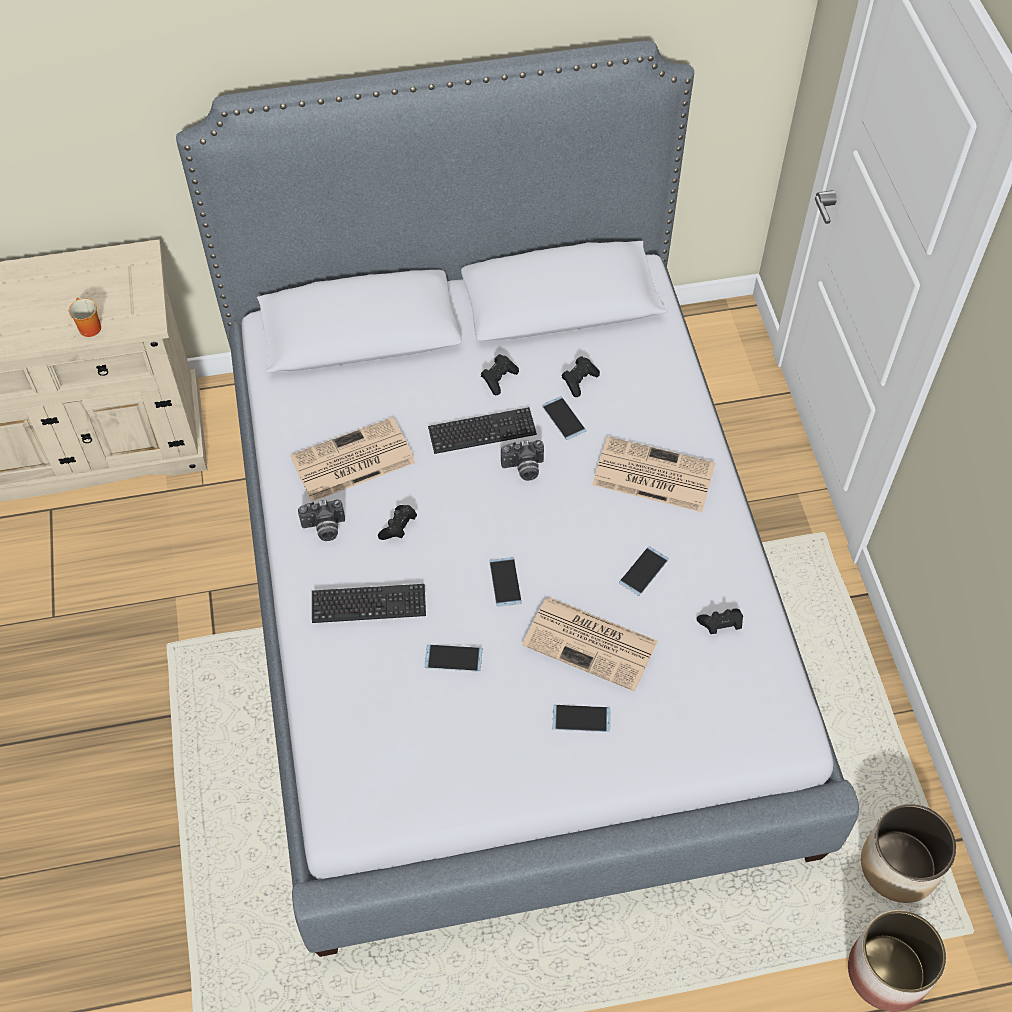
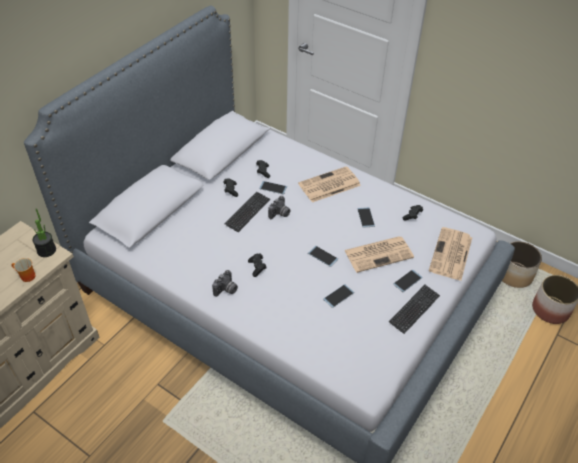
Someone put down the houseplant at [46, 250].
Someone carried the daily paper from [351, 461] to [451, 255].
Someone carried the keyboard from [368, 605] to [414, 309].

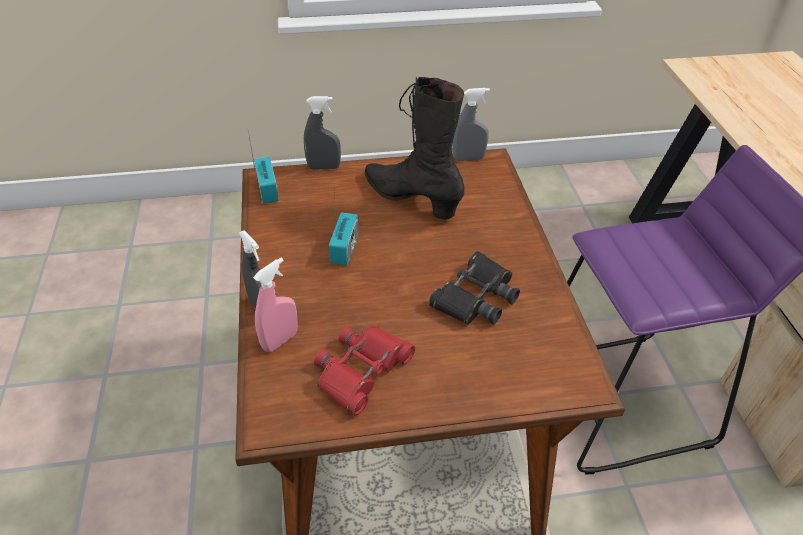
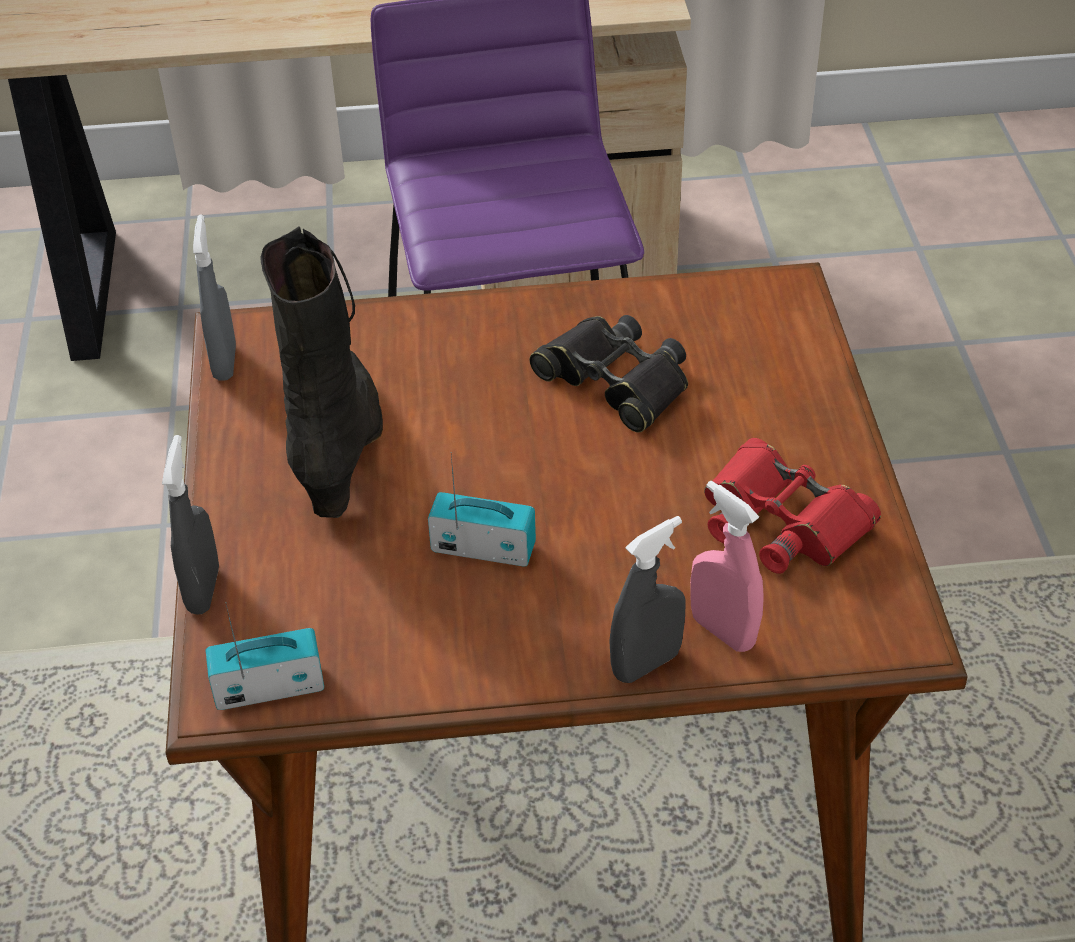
Someone rotated the high-top boot (blackish) at [411, 198] by 135 degrees clockwise.

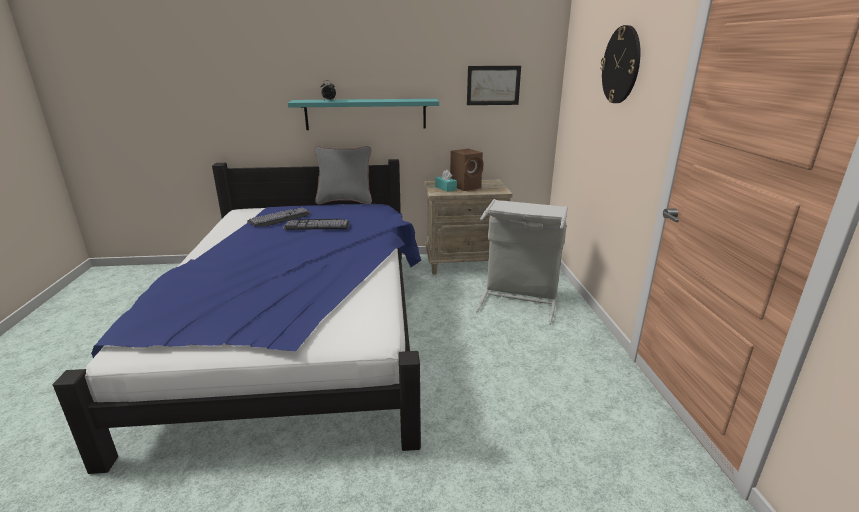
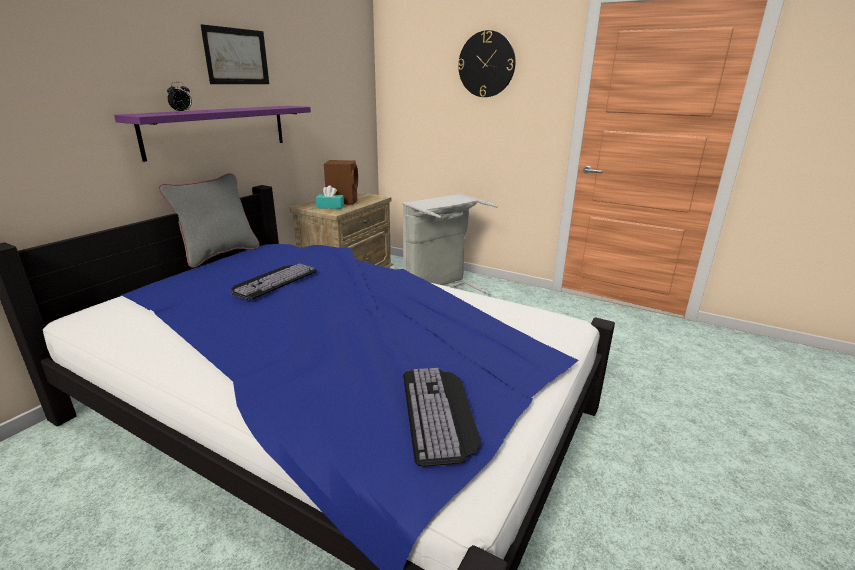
Someone carried the keyboard from [281, 218] to [440, 412].
Someone carried the picture from [493, 85] to [236, 56].
Someone repainted the shelf (turquoise-coloured) at [366, 114], which became the shelf (purple) at [218, 130].

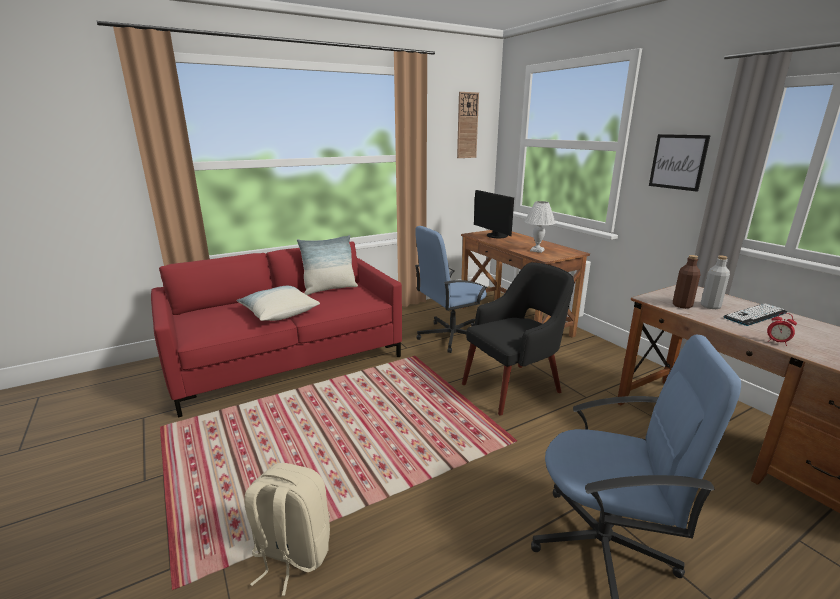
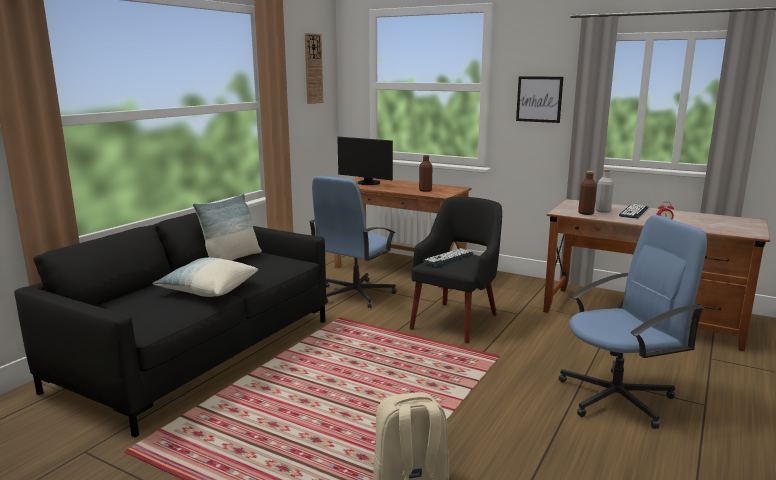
Someone put down the keyboard at [448, 257].
Someone swapped the lamp for a table (white-coloured) at [536, 250] for the bottle (brownish) at [425, 190].
Someone repainted the couch (red) at [287, 360], which became the couch (blackish) at [199, 353].

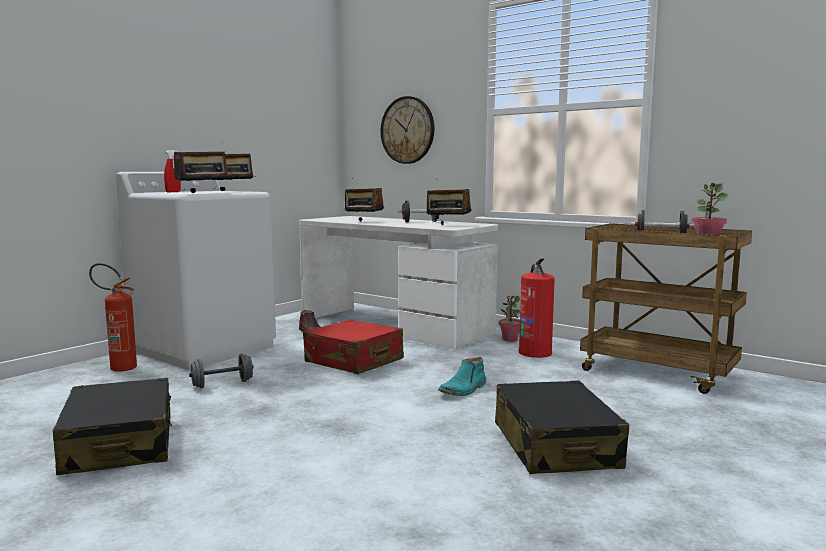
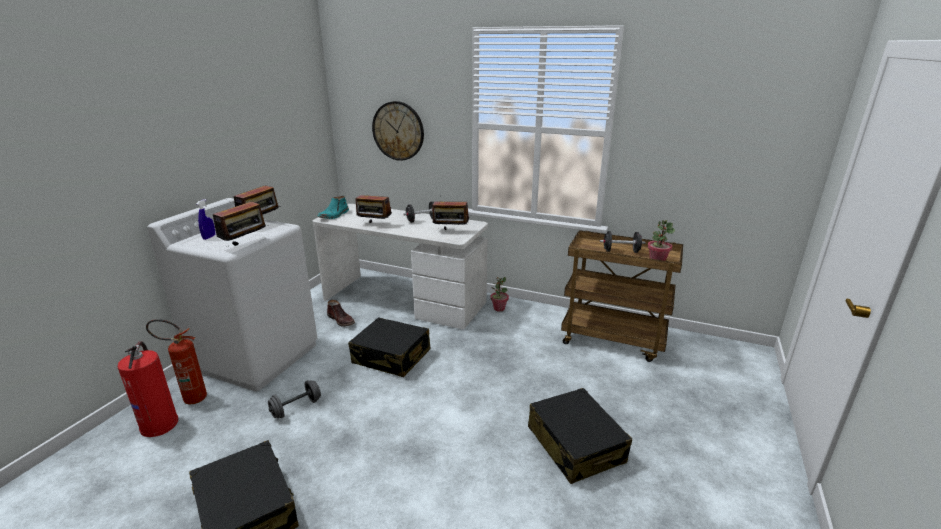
Someone carried the high-top boot (turquoise-coloured) from [464, 390] to [334, 215].
Someone carried the fire-fighting cylinder from [535, 352] to [160, 424].
Someone repainted the spray bottle (red) at [173, 192], which became the spray bottle (bluish) at [209, 237].
Someone repainted the travel case (red) at [354, 361], which became the travel case (blackish) at [391, 357].

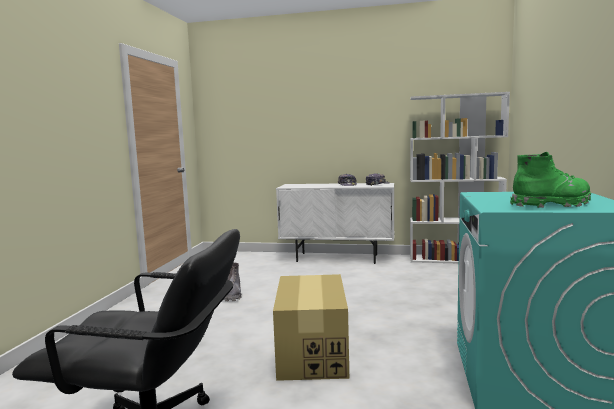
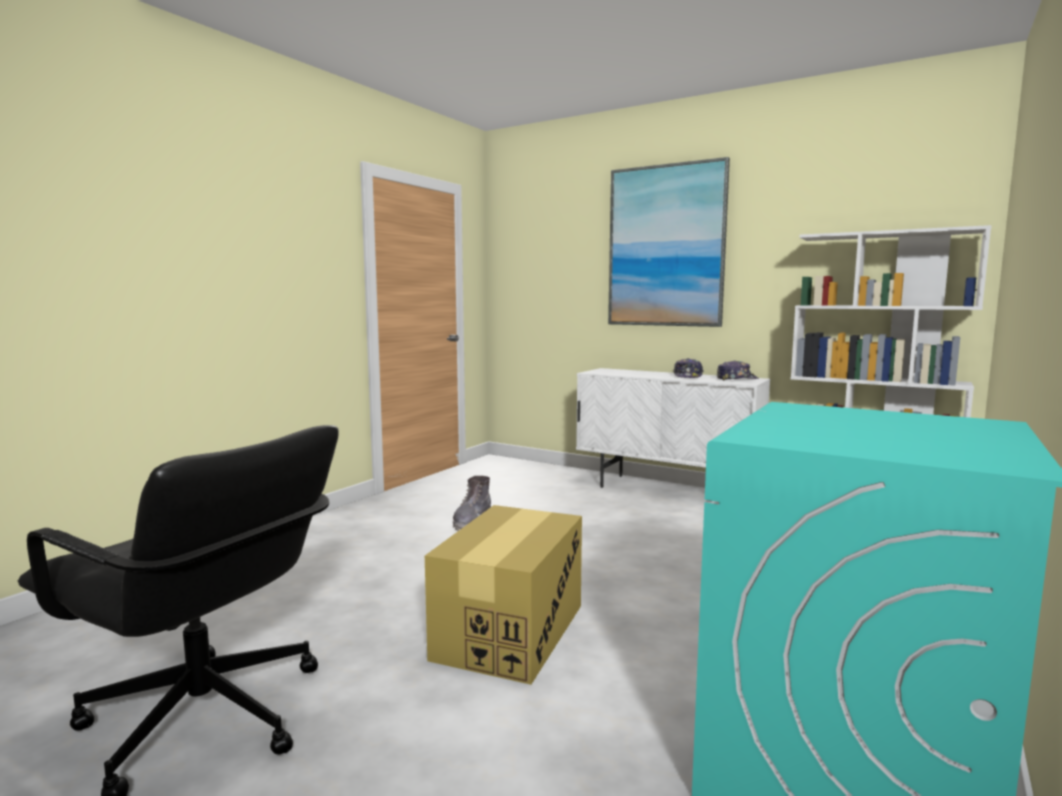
Someone took away the high-top boot (green-coloured) at [551, 205].
Someone put up the picture at [666, 246].

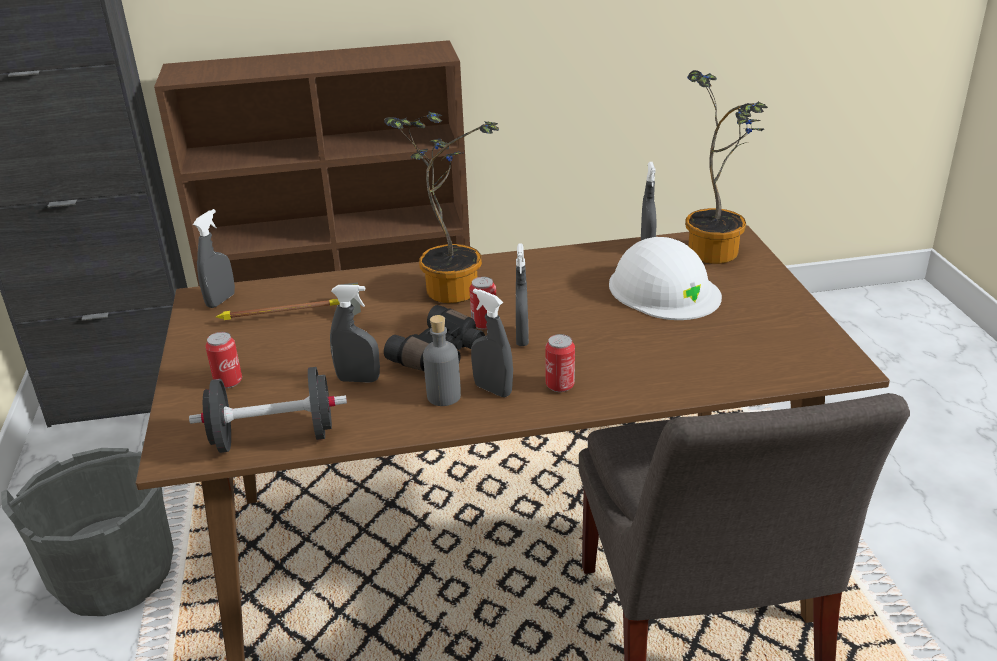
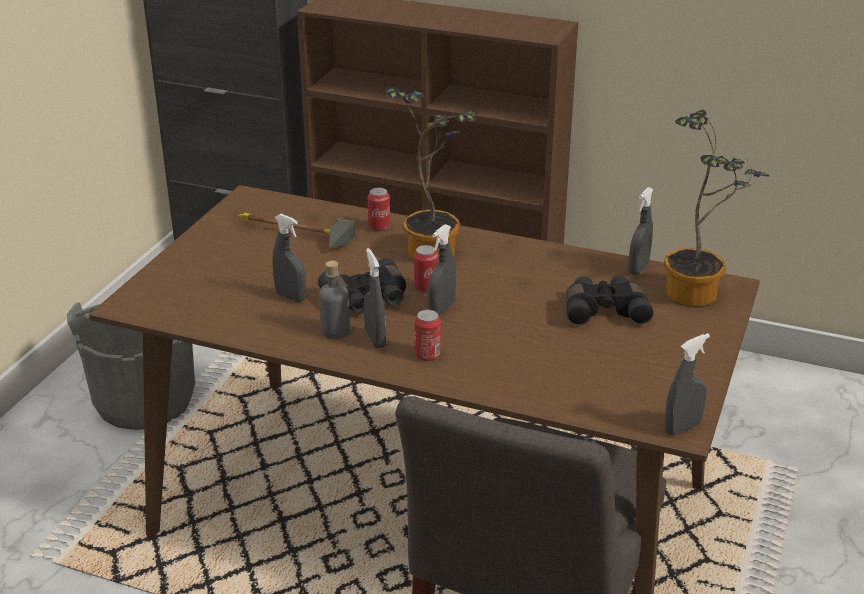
Someone took away the free weight (blackish) at [274, 438].
Someone carried the spray bottle (greyish) from [221, 300] to [682, 428].
Someone carried the metal can from [228, 382] to [379, 227].
Someone swapped the work helmet (white-coloured) at [663, 289] for the pair of binoculars (blackish) at [604, 311].

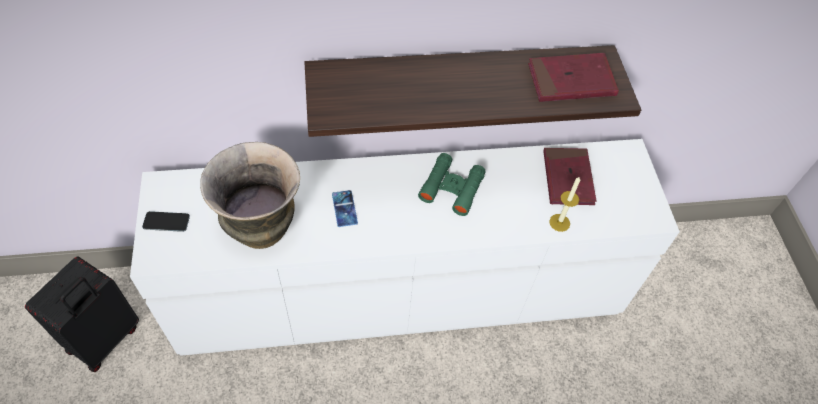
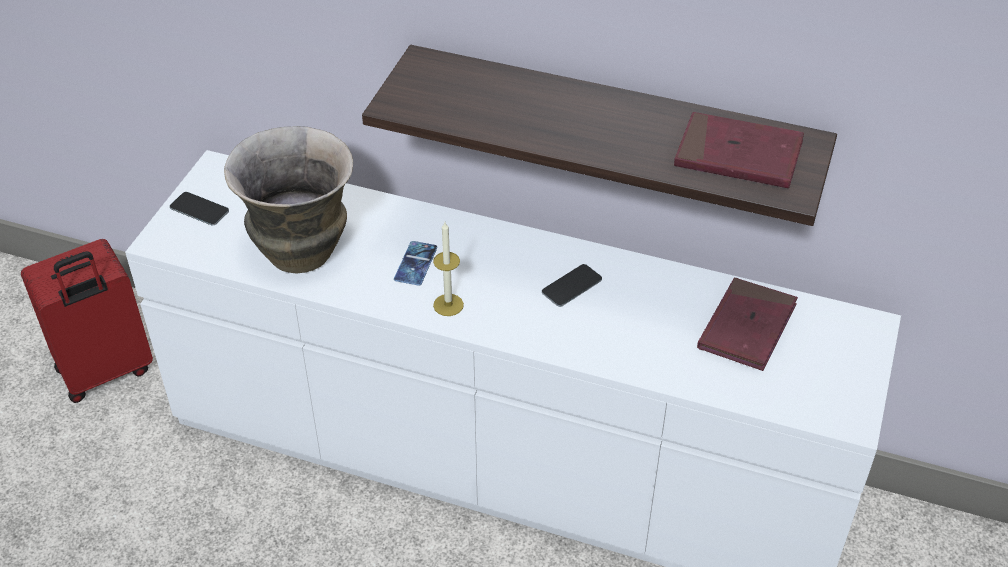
Someone carried the wax light from [559, 222] to [448, 305].
Someone swapped the pair of binoculars (green-coloured) at [452, 188] for the phone at [571, 286].
Someone repainted the travel case (blackish) at [105, 339], which became the travel case (red) at [105, 372].

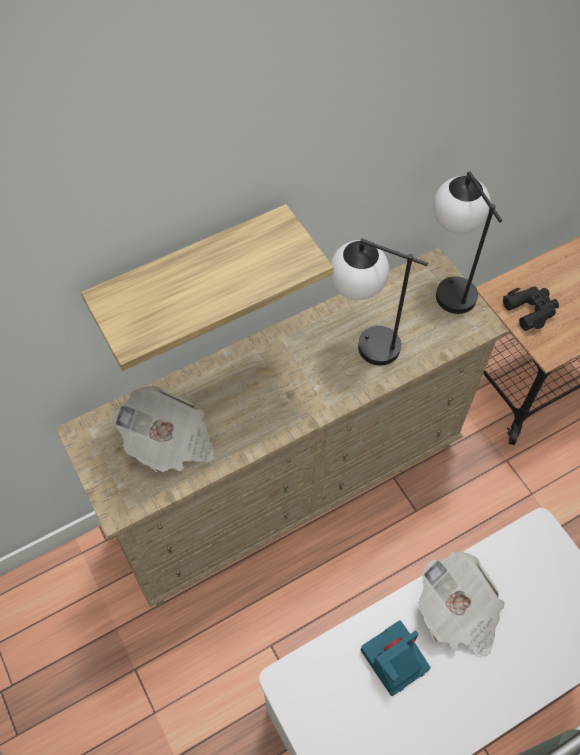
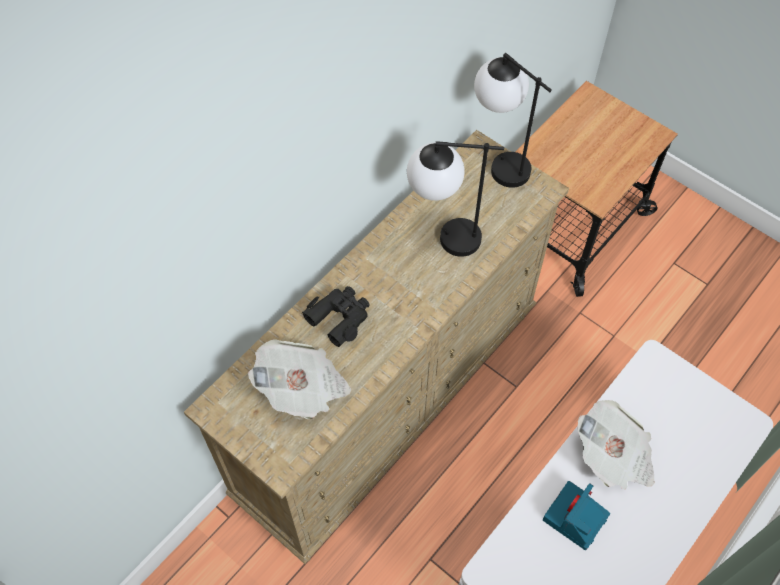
Someone took away the shelf at [190, 270].
Someone carried the pair of binoculars (blackish) from [531, 309] to [339, 317].

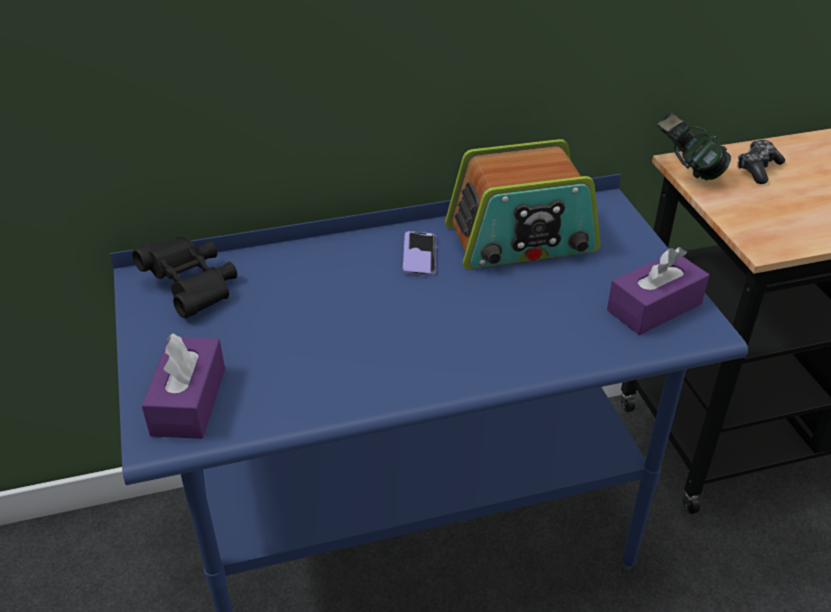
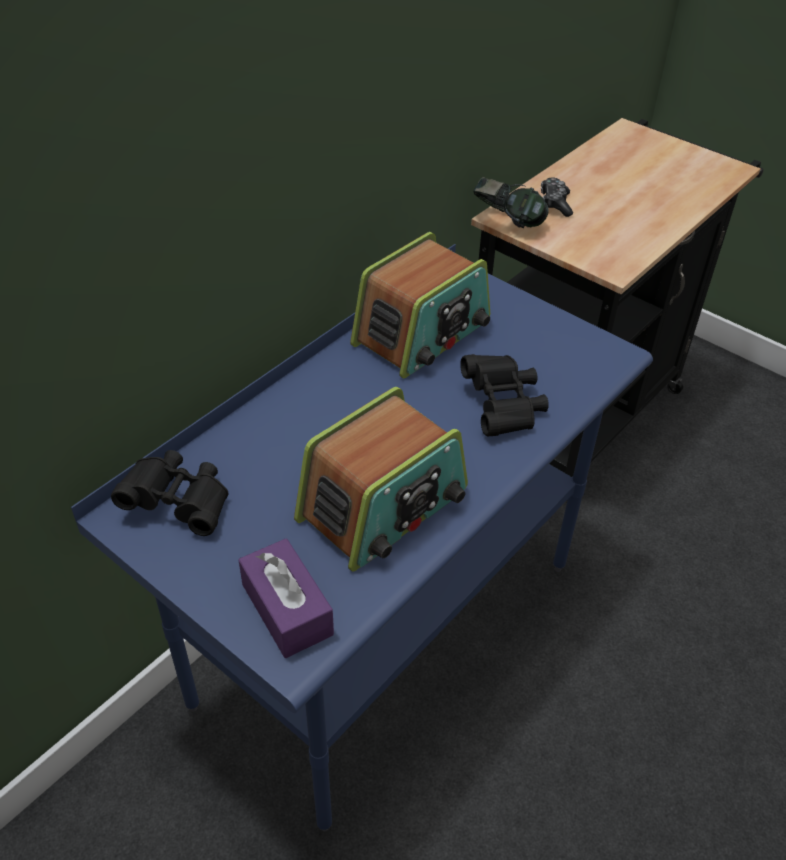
Someone took away the phone at [419, 255].
Someone took away the tissue holder (purple) at [654, 307].
Someone put down the radio at [384, 506].
Someone put down the pair of binoculars (blackish) at [503, 407].

